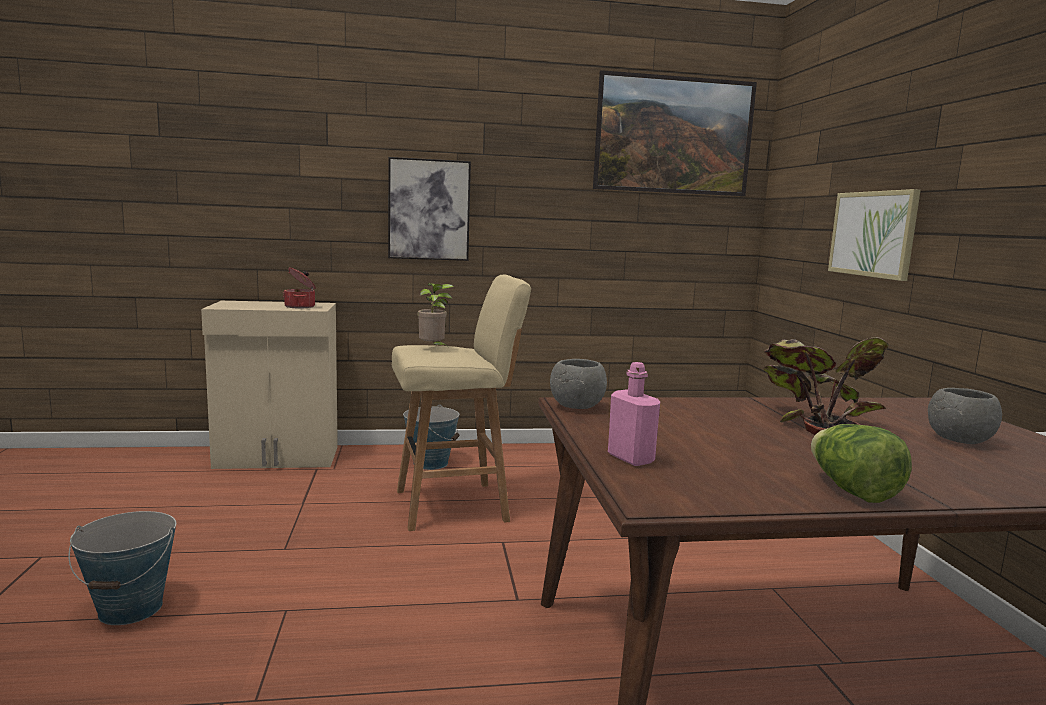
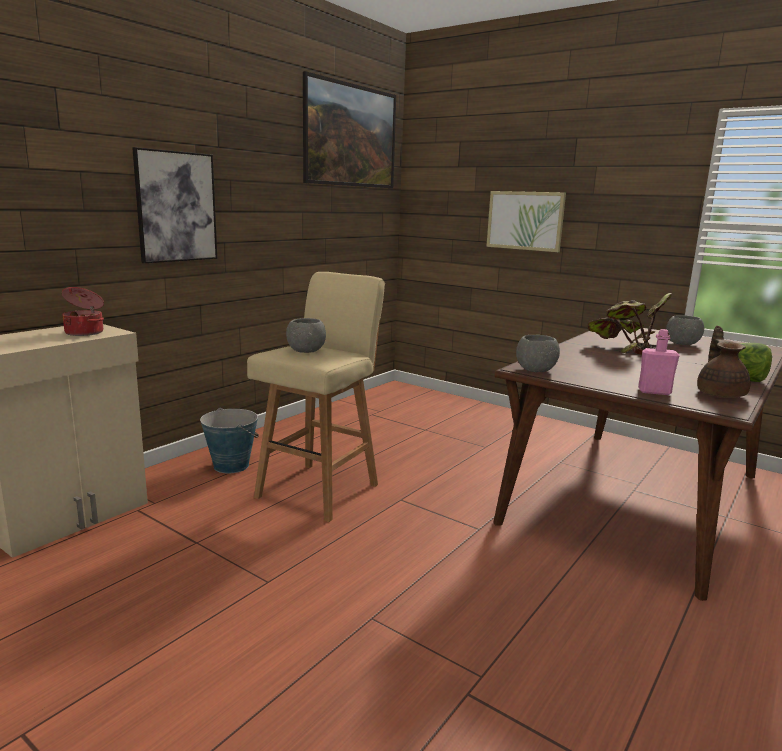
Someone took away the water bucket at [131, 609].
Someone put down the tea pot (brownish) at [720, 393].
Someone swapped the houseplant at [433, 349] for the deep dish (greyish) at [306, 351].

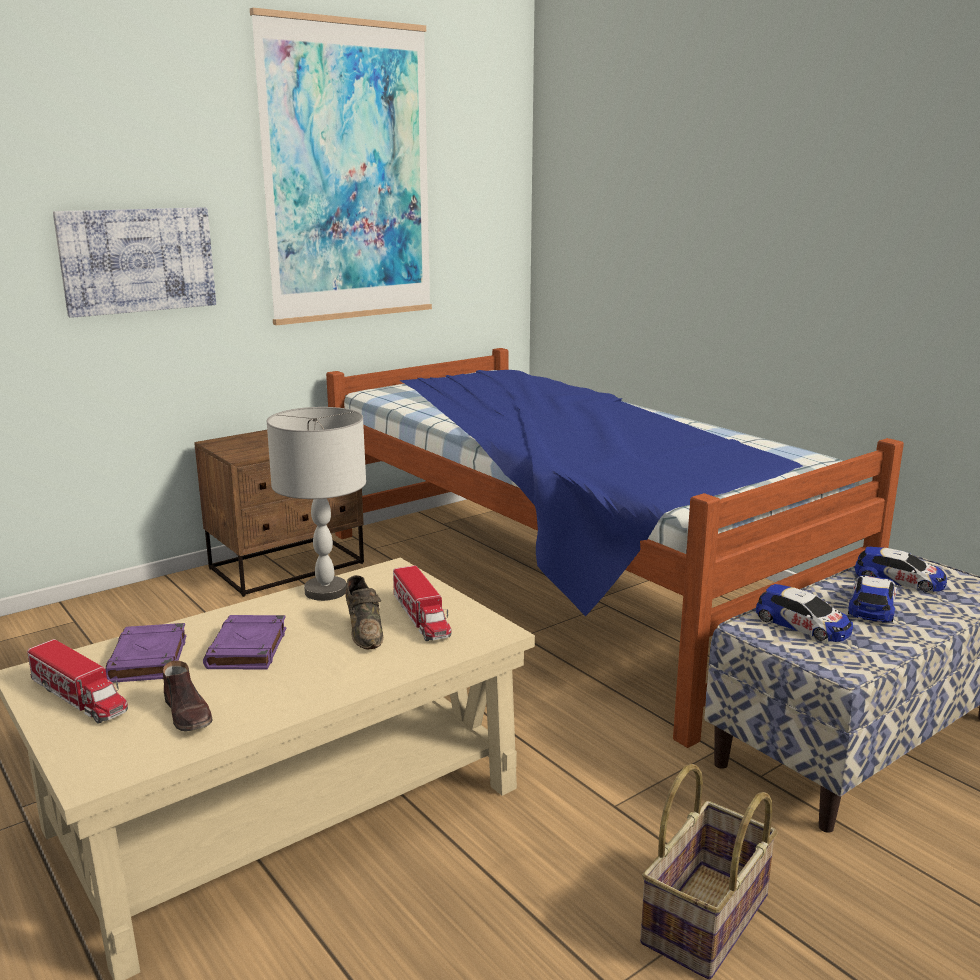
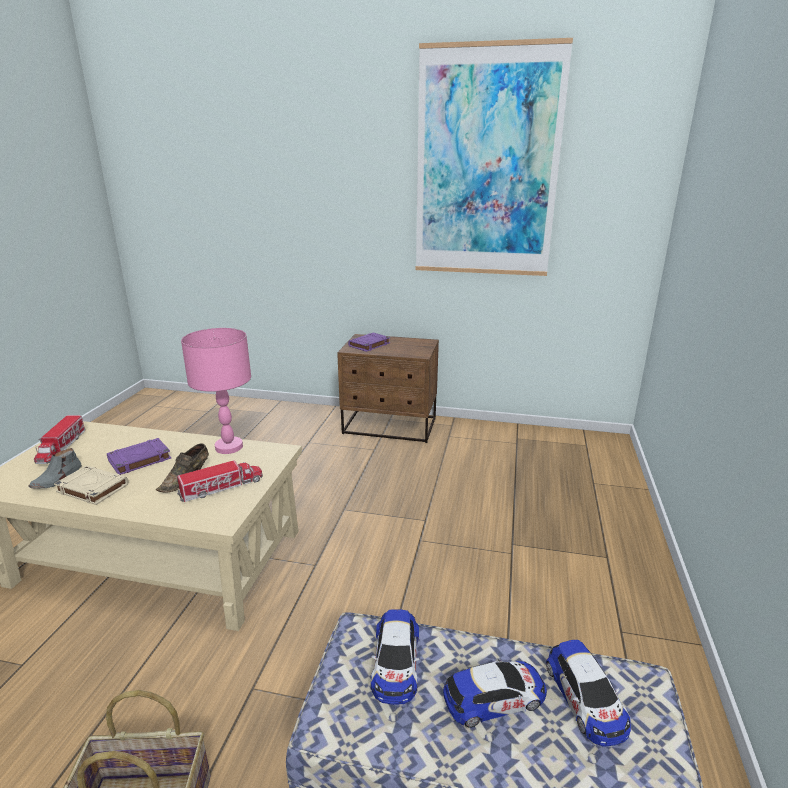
Someone took away the picture at [138, 260].
Someone took away the sleeping bed at [565, 586].
Someone put down the volume (sand-coloured) at [92, 488].
Someone carried the volume (purple) from [148, 659] to [369, 345].
Someone repainted the item of footwear (brownish) at [188, 714], which became the item of footwear (greyish) at [57, 478].
Someone repainted the lamp for a table (greyish) at [325, 591], which became the lamp for a table (pink-coloured) at [229, 447].
Someone rotated the toy lorry at [421, 617] by 150 degrees counterclockwise.

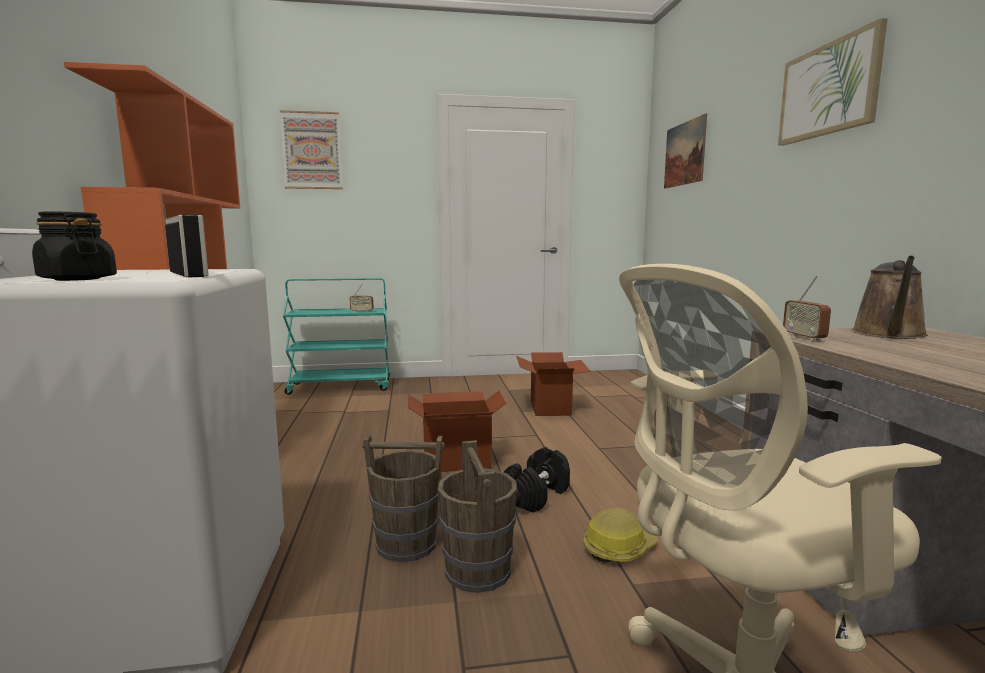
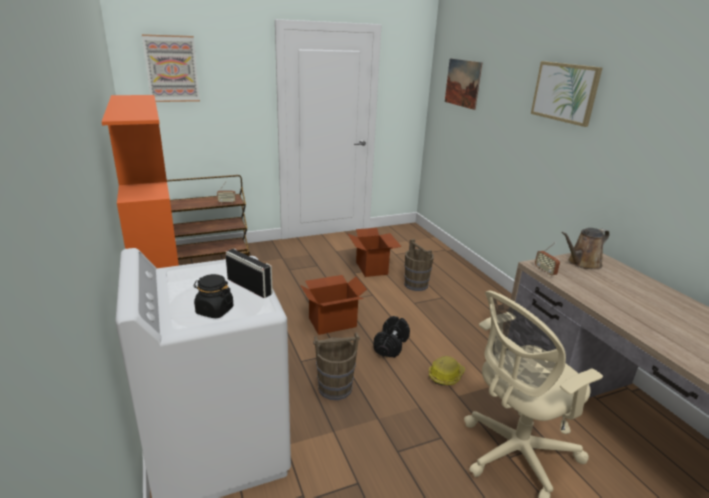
Someone carried the water bucket (brownish) from [478, 571] to [416, 285].
Someone repainted the cart (turquoise-coloured) at [341, 387], which became the cart (brownish) at [210, 256].
Someone rotated the watering pot (brownish) at [889, 334] by 45 degrees clockwise.

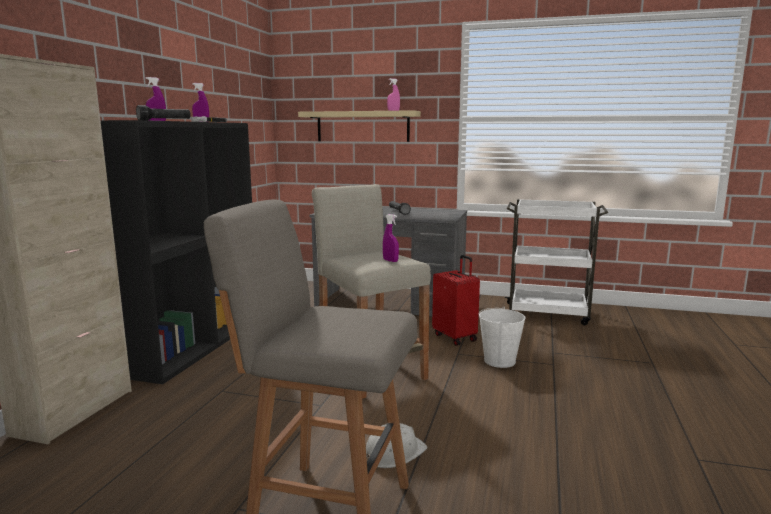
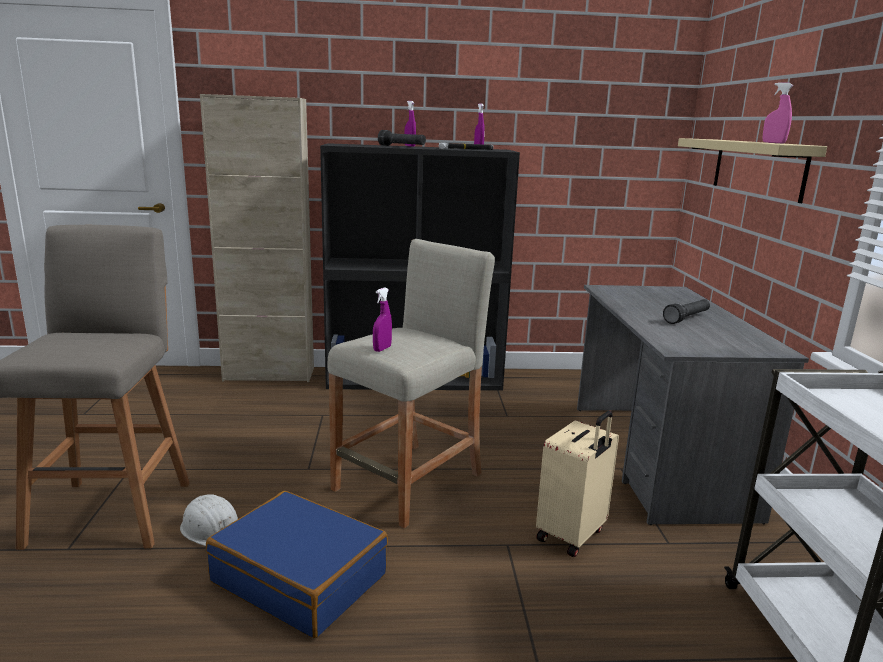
Someone took away the water bucket (white-coloured) at [500, 361].
Someone put down the travel case (bluish) at [300, 578].
Someone repainted the travel case (red) at [455, 337], which became the travel case (sand-coloured) at [572, 535].

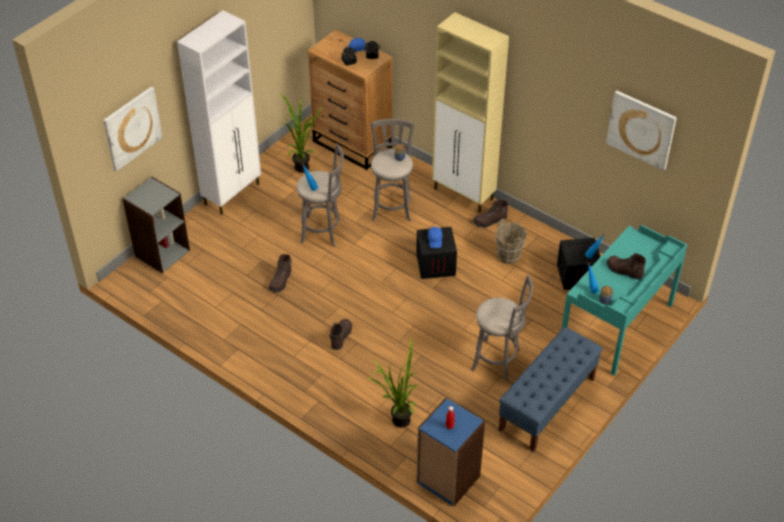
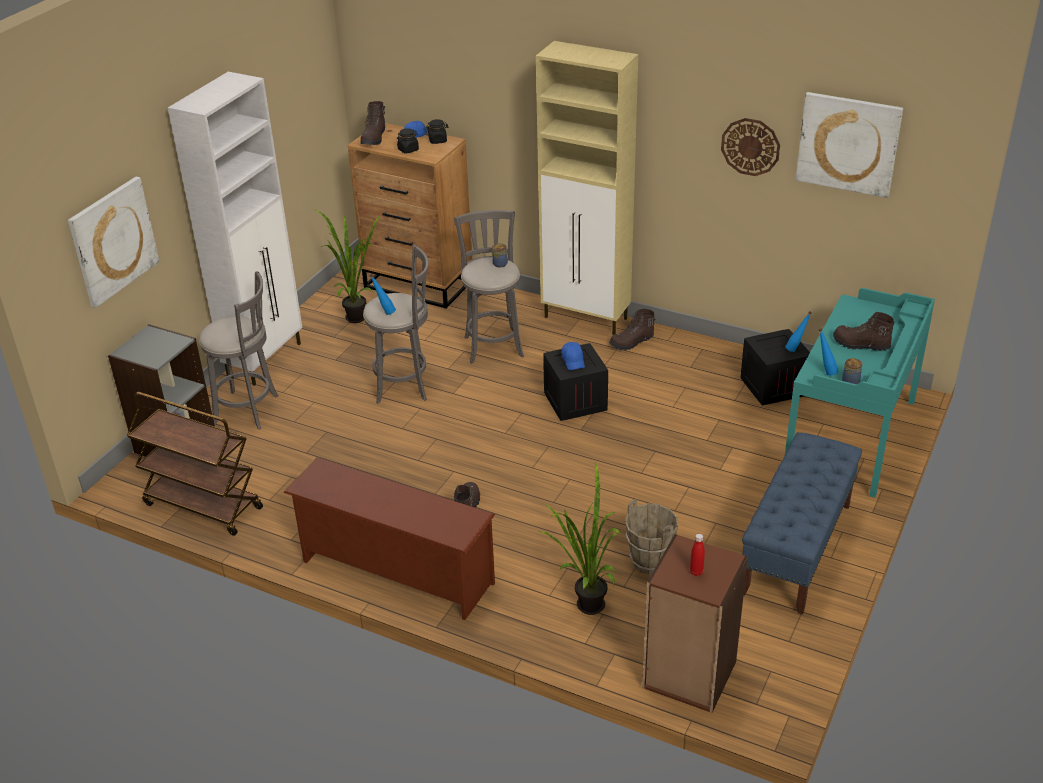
Someone put down the cart (brownish) at [202, 506].
Someone put down the shoe rack (brownish) at [395, 573].
Someone put up the wall clock at [750, 146].
Someone carried the high-top boot (brownish) from [281, 281] to [374, 138].
Someone carried the stool (greyish) from [498, 361] to [249, 410].
Someone carried the water bucket (brownish) from [508, 256] to [650, 561].
Someone repainted the shelving unit (bluish) at [447, 479], which became the shelving unit (brownish) at [688, 675].

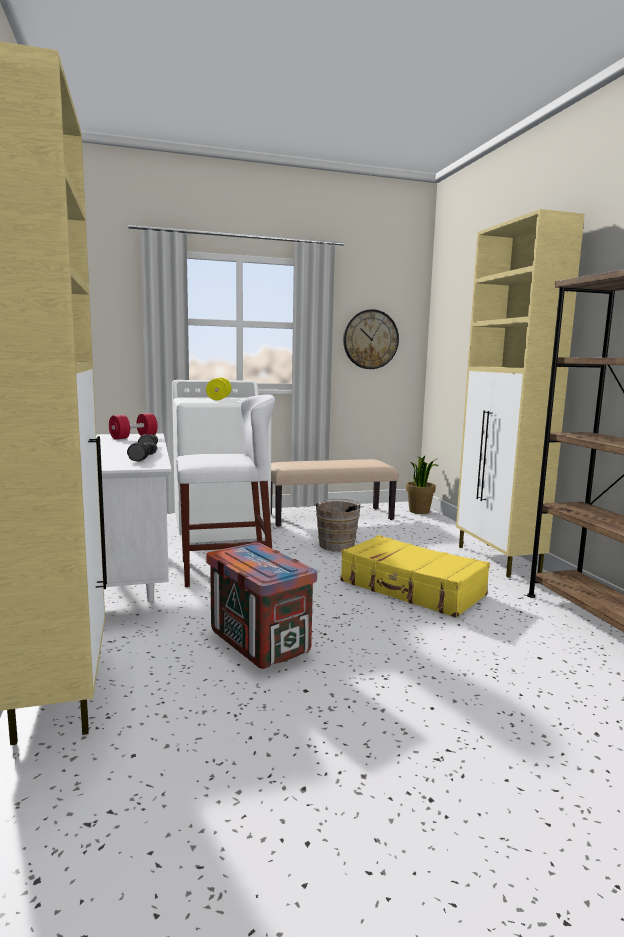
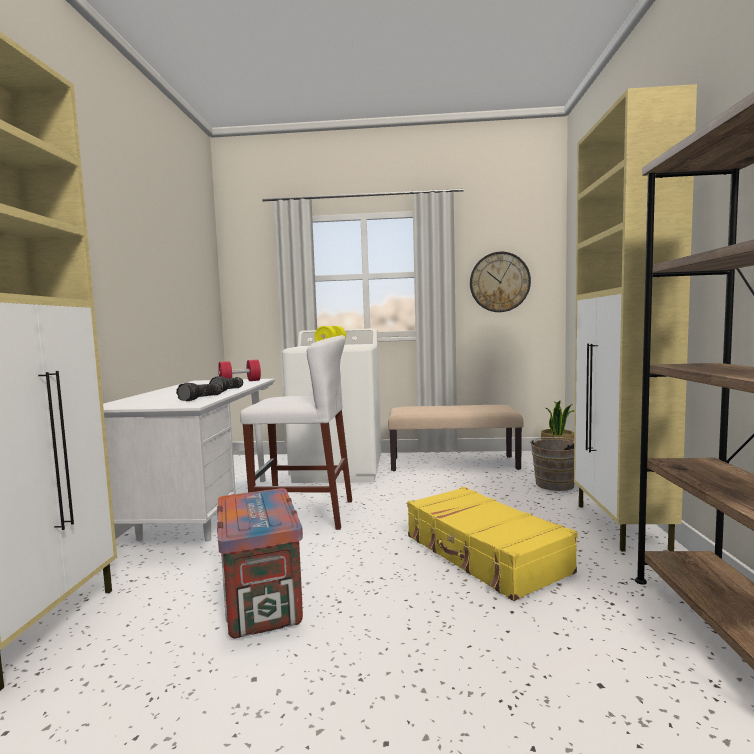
Someone carried the water bucket (brownish) from [337, 544] to [555, 483].

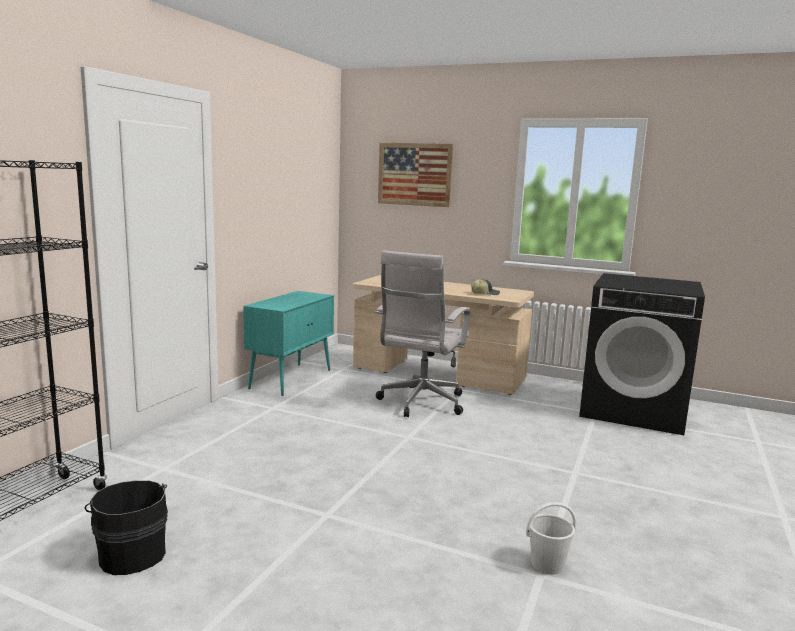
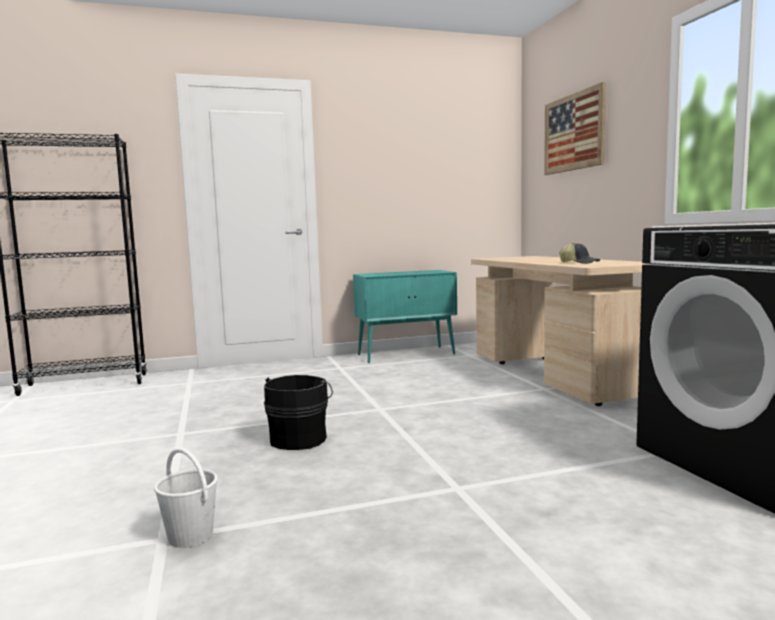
Someone took away the computer chair (white-coloured) at [420, 403].
Someone carried the water bucket (blackish) from [132, 554] to [300, 438].

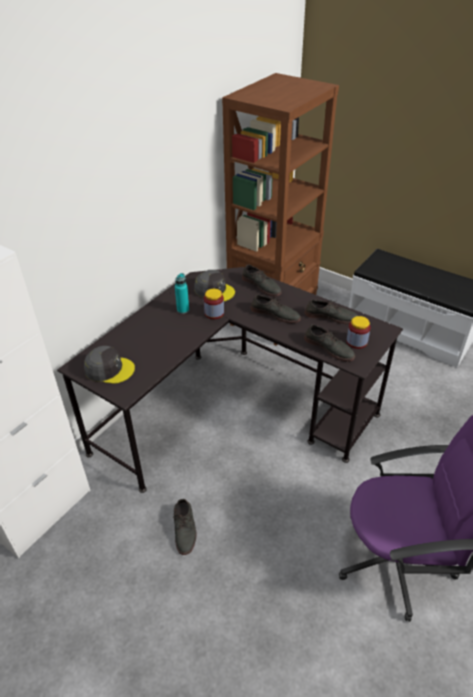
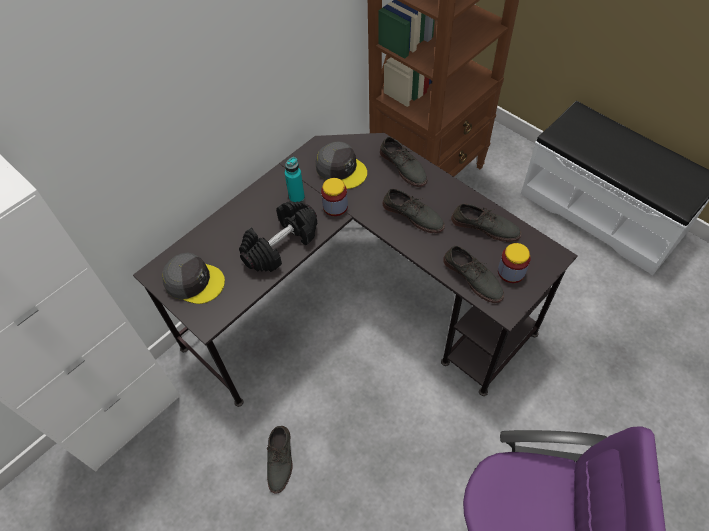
Someone put down the free weight (blackish) at [281, 245].

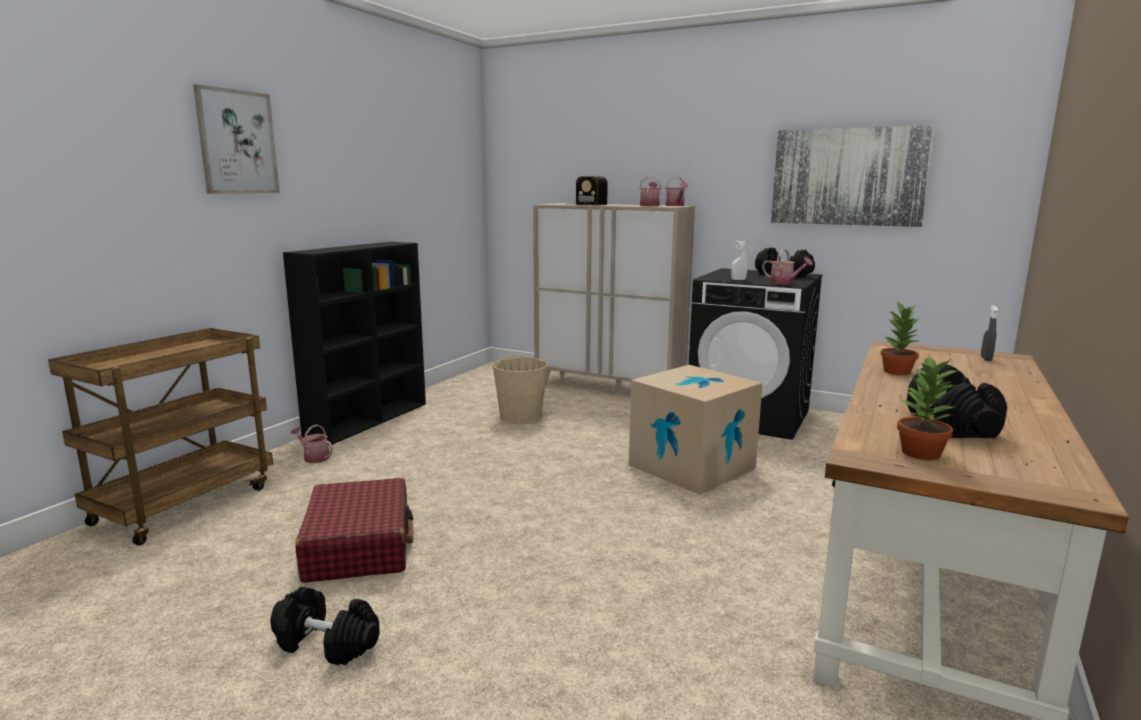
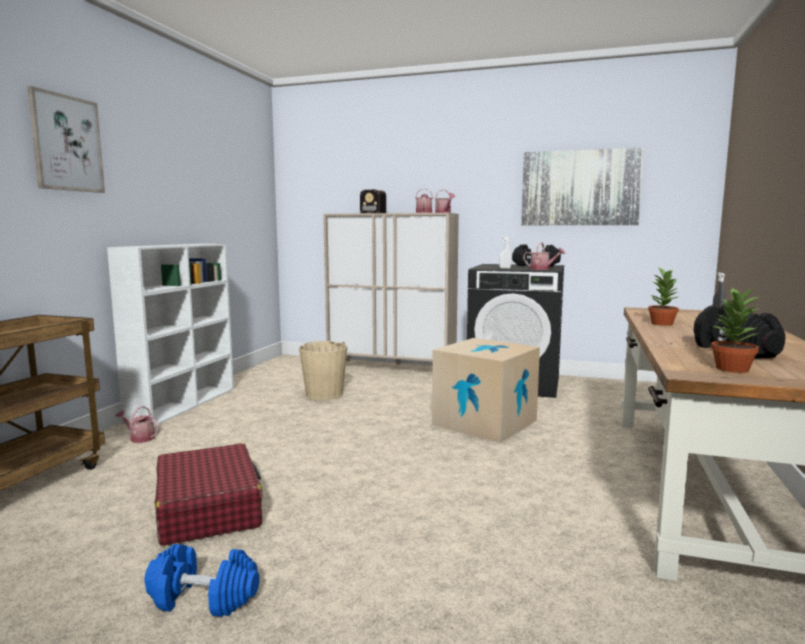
Someone repainted the free weight (blackish) at [326, 644], which became the free weight (bluish) at [202, 599].
Someone repainted the shelving unit (blackish) at [369, 420], which became the shelving unit (white-coloured) at [184, 404].

